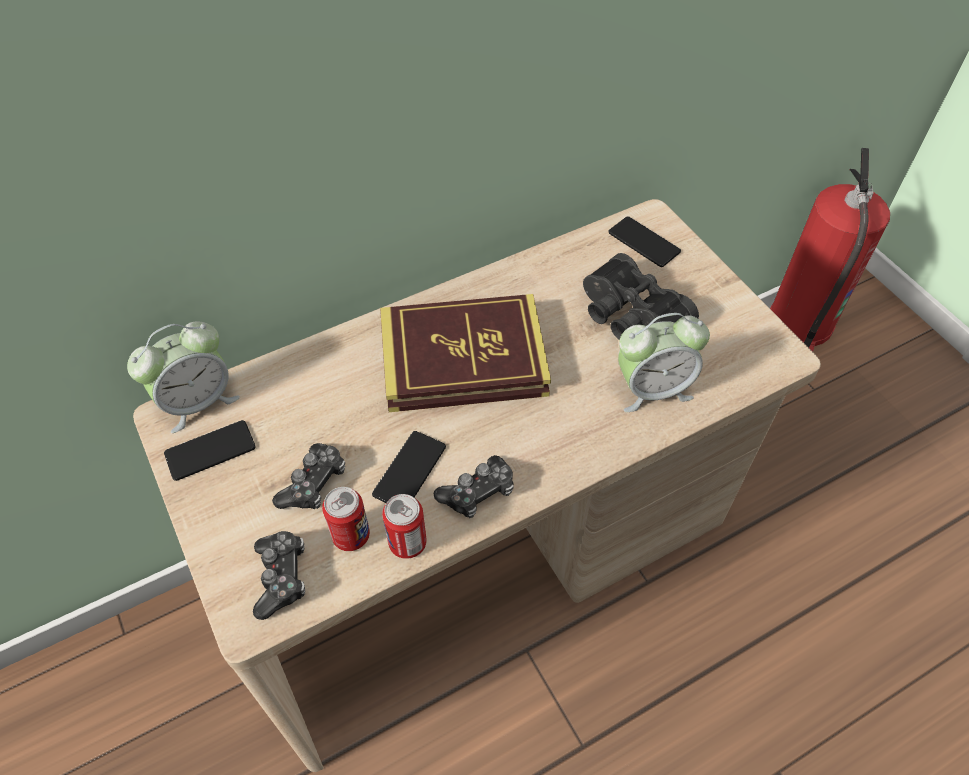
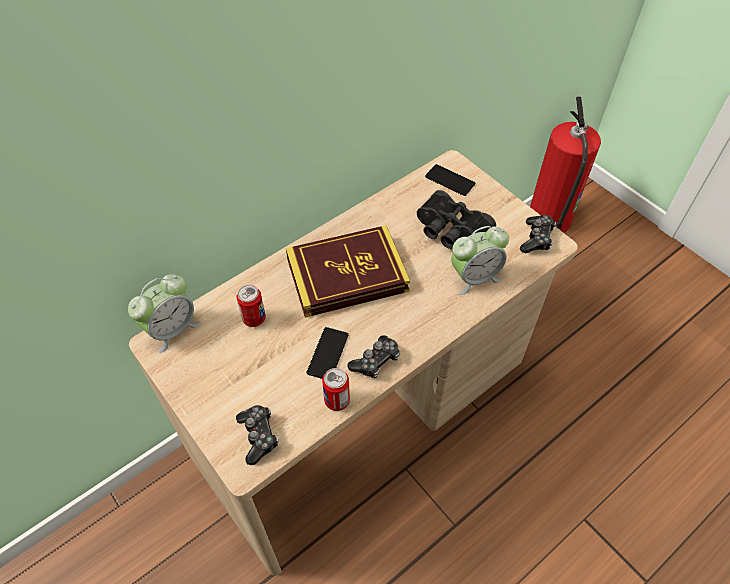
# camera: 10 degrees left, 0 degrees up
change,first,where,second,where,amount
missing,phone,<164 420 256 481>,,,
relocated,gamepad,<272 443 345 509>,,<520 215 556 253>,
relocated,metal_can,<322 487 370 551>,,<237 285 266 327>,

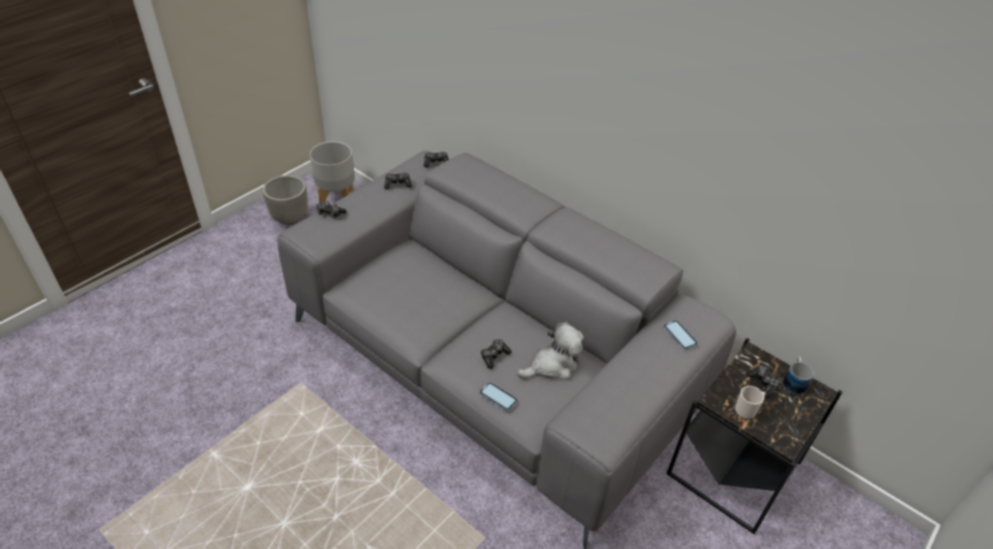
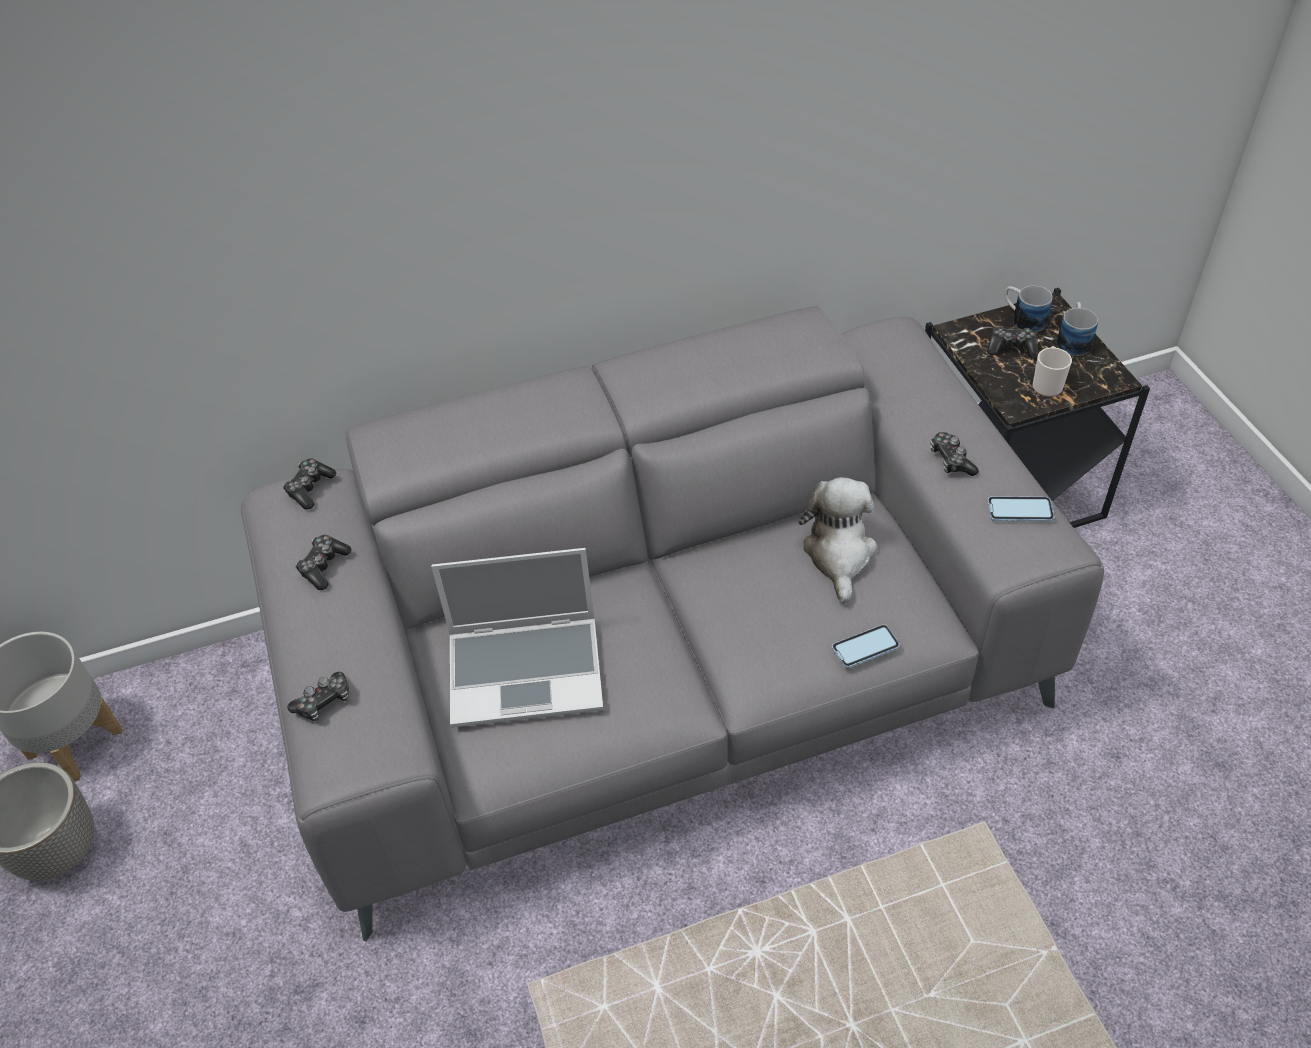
# camera: 55 degrees left, 5 degrees up
change,first,where,second,where,amount
relocated,phone,<663 320 698 350>,,<987 496 1054 522>,
relocated,gamepad,<481 340 512 369>,,<930 432 979 476>,
appeared,,,mug,<1057 302 1098 356>,
appeared,,,laptop,<431 548 603 728>,

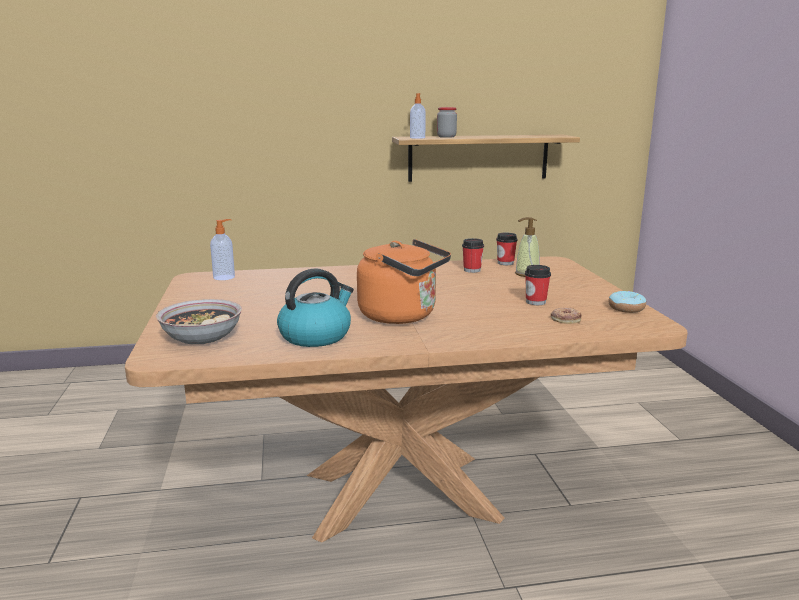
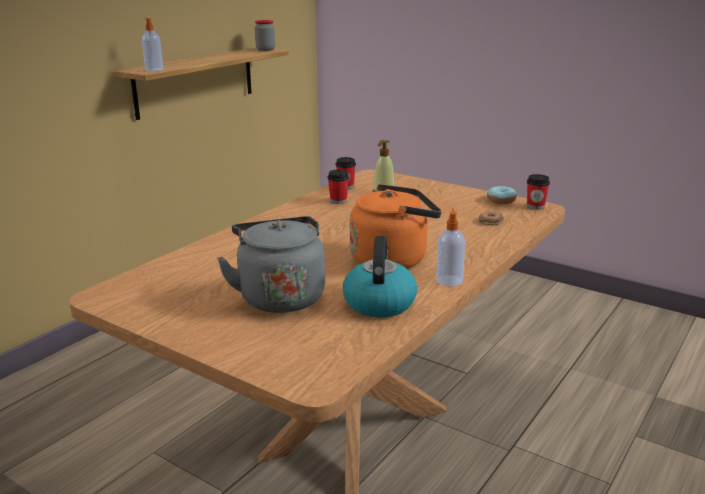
# camera: 45 degrees left, 5 degrees up
change,first,where,second,where,amount
relocated,preserve_jar,<437 107 457 138>,,<255 20 275 51>,
relocated,liquid_soap_bottle,<210 219 235 280>,,<436 208 465 286>,
relocated,cup,<525 265 551 305>,,<527 174 550 210>,
missing,bowl,<156 299 242 344>,,,
appeared,,,greyish_kettle,<217 216 325 313>,

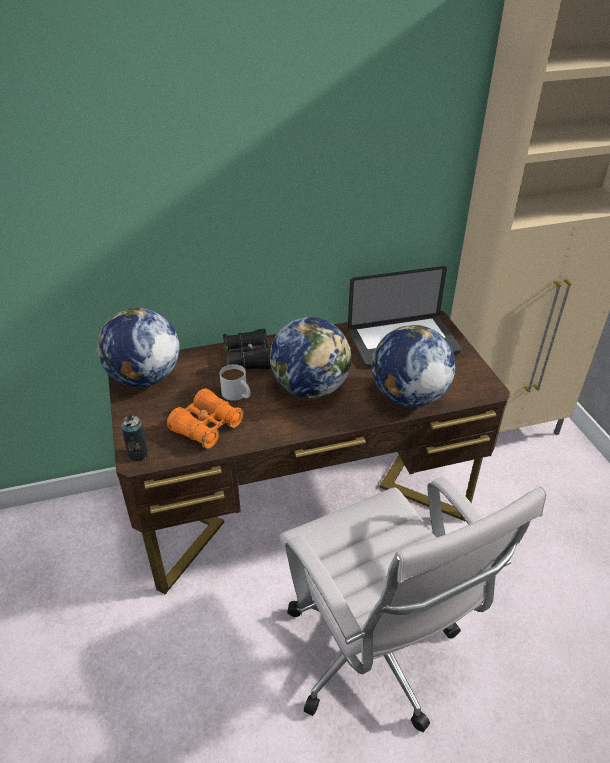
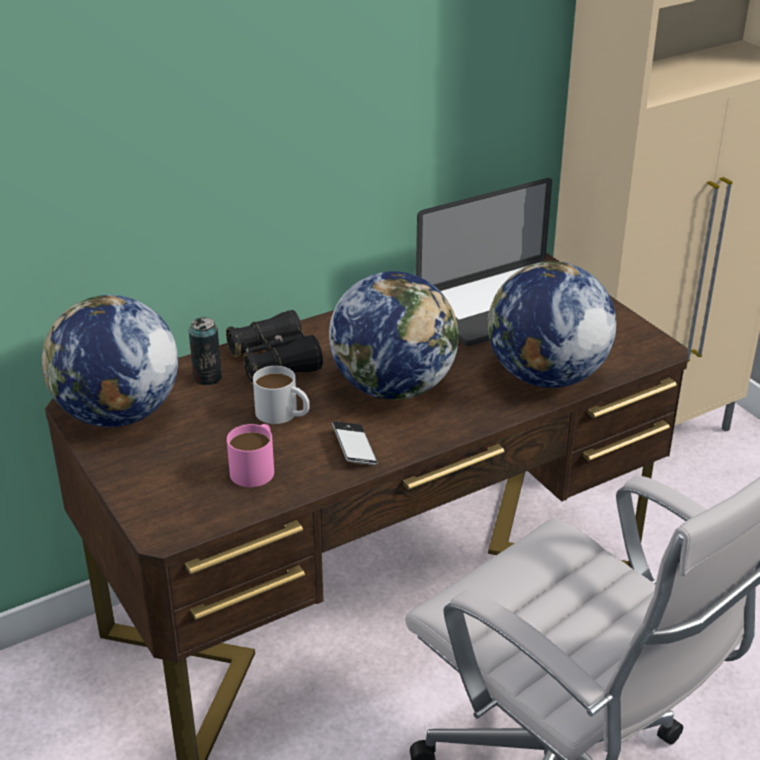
# camera: 15 degrees left, 5 degrees down
change,first,where,second,where,amount
exchanged,orangey_pair_of_binoculars,<167 388 244 449>,pinkish_mug,<227 424 274 487>,
relocated,metal_can,<121 415 149 461>,,<189 317 222 385>,
appeared,,,phone,<332 421 378 465>,

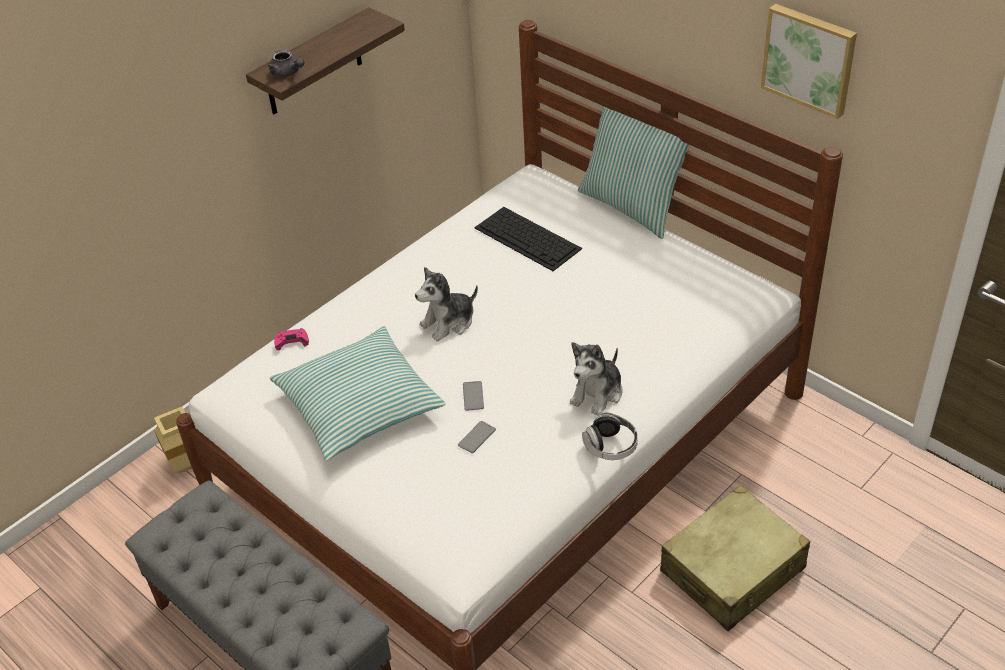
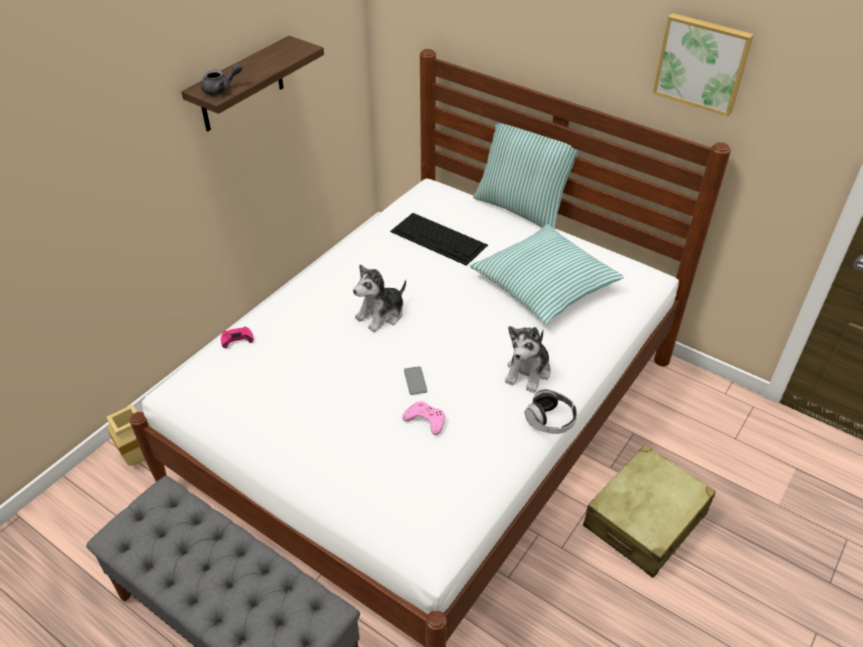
# camera: 10 degrees left, 0 degrees up
change,first,where,second,where,amount
spun,greyish_pot_for_tea,<268 50 304 77>,,<201 63 242 95>,60 degrees counterclockwise
relocated,pillow,<270 326 445 461>,,<470 224 624 324>,
exchanged,phone,<458 421 496 453>,pinkish_gamepad,<402 401 445 435>,

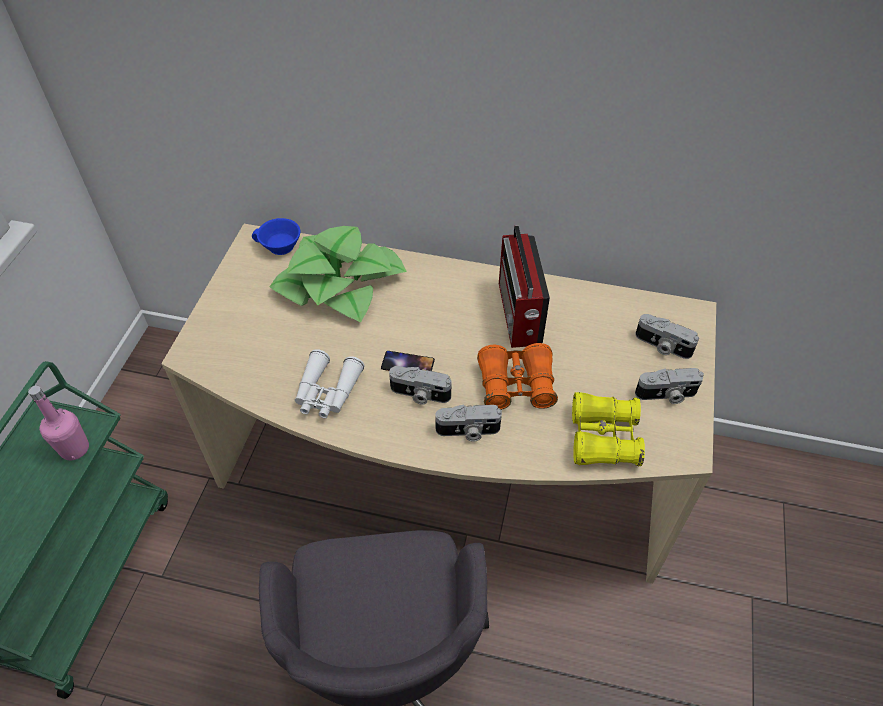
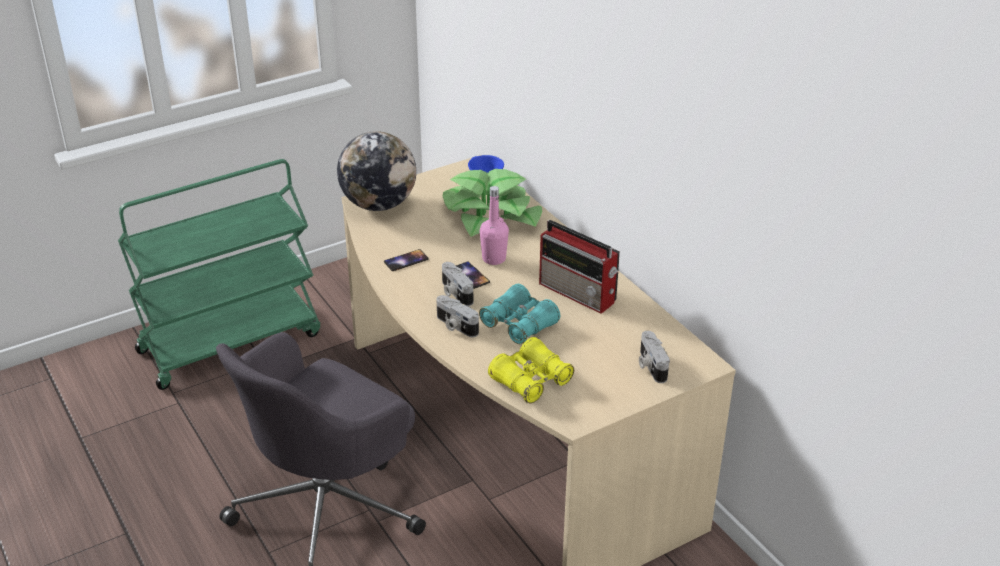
# camera: 45 degrees right, 15 degrees down
change,first,where,second,where,amount
spun,radio,<499 225 550 348>,,<539 220 620 314>,90 degrees counterclockwise
colour,orangey_pair_of_binoculars,<477 343 558 410>,turquoise_pair_of_binoculars,<479 284 560 344>,
exchanged,white_pair_of_binoculars,<295 349 364 418>,phone,<384 249 429 271>,
missing,photo_camera,<635 368 704 404>,,,
relocated,pinkish_bottle,<28 385 89 460>,,<480 186 509 265>,
appeared,,,desk_globe,<337 131 416 211>,

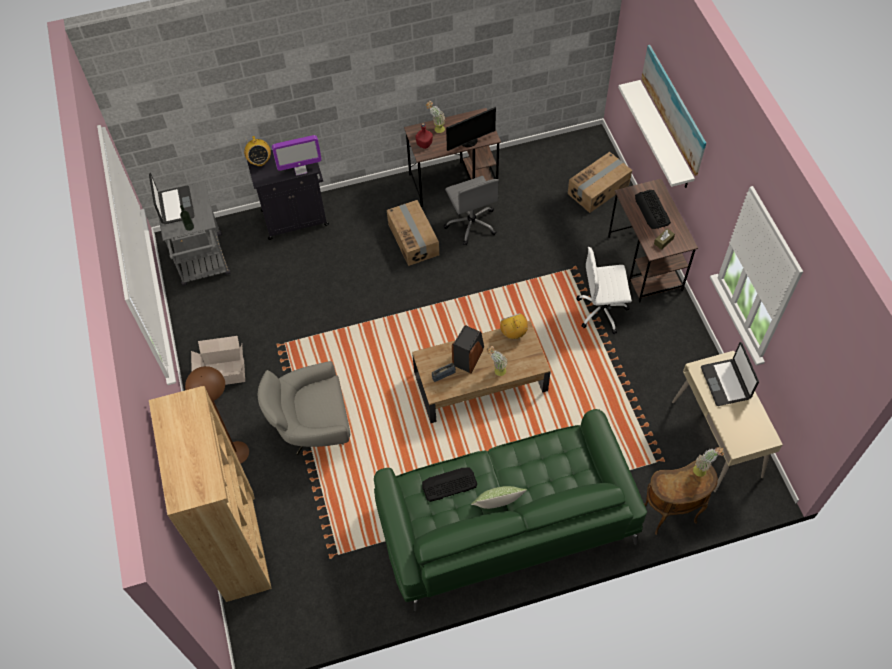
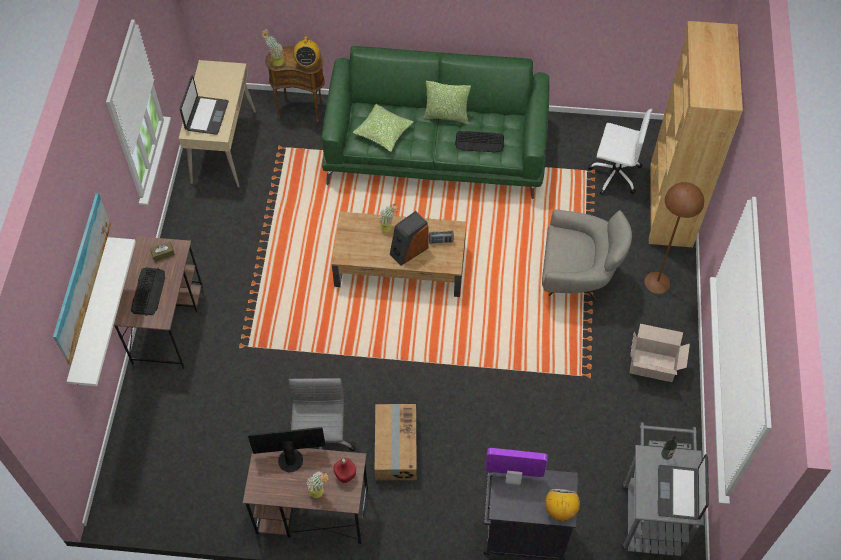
# camera: 160 degrees left, 0 degrees up
change,first,where,second,where,amount
missing,carton,<568 152 632 213>,,,
relocated,white_computer_chair,<576 247 632 334>,,<588 109 653 195>,
relocated,radio,<500 313 528 339>,,<293 36 320 68>,
appeared,,,pillow,<352 104 414 152>,

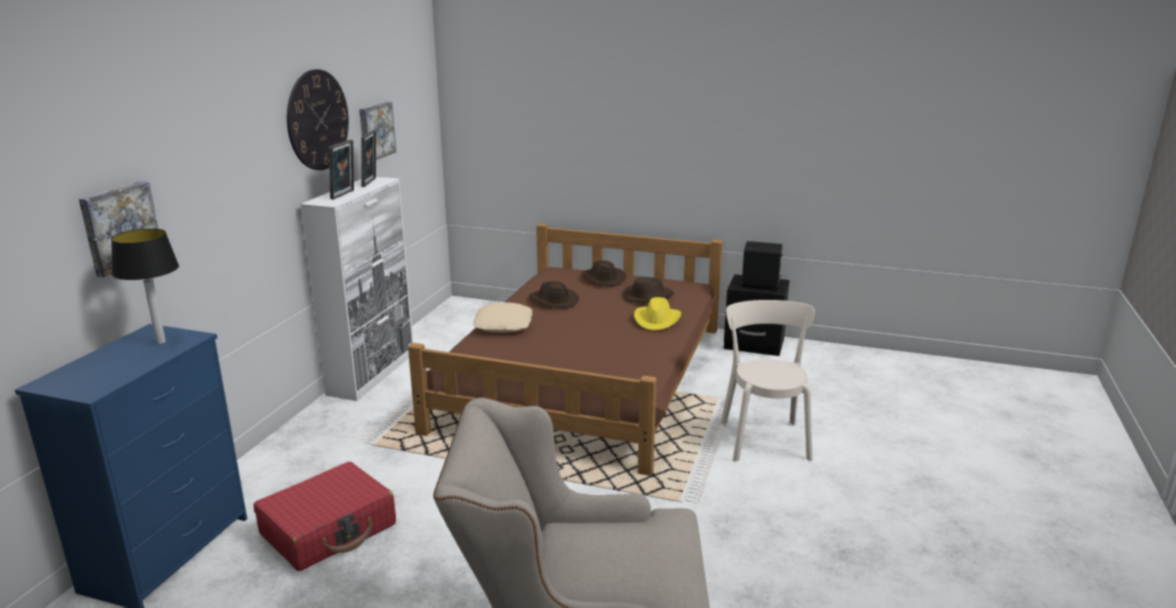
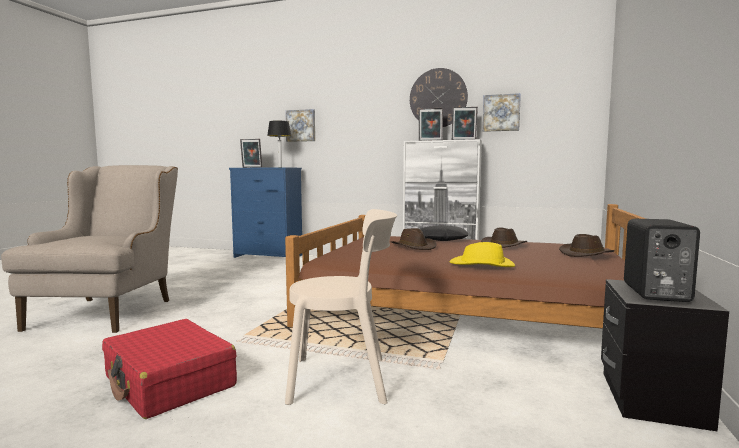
# camera: 90 degrees right, 15 degrees down
change,first,where,second,where,amount
relocated,brown-coloured_hat,<622 277 674 302>,,<391 228 437 250>,
colour,sand-coloured_pillow,<473 303 532 333>,blackish_pillow,<420 225 468 241>,
relocated,red-coloured_travel_case,<254 462 396 571>,,<102 319 237 419>,
appeared,,,photo_frame,<240 139 262 168>,

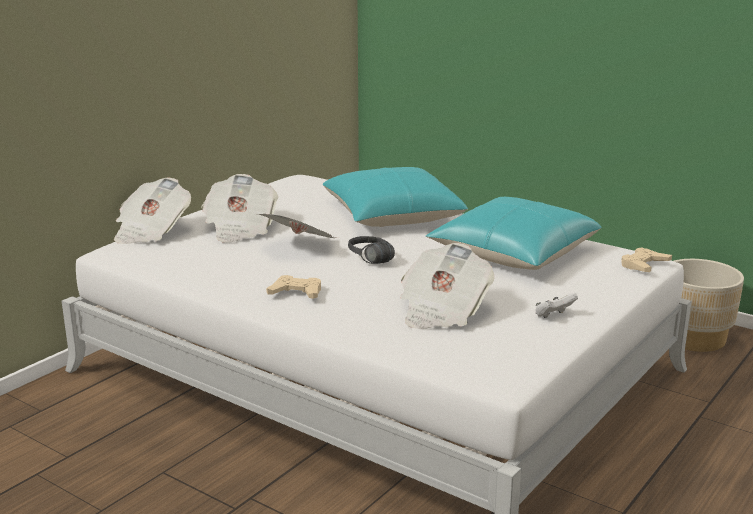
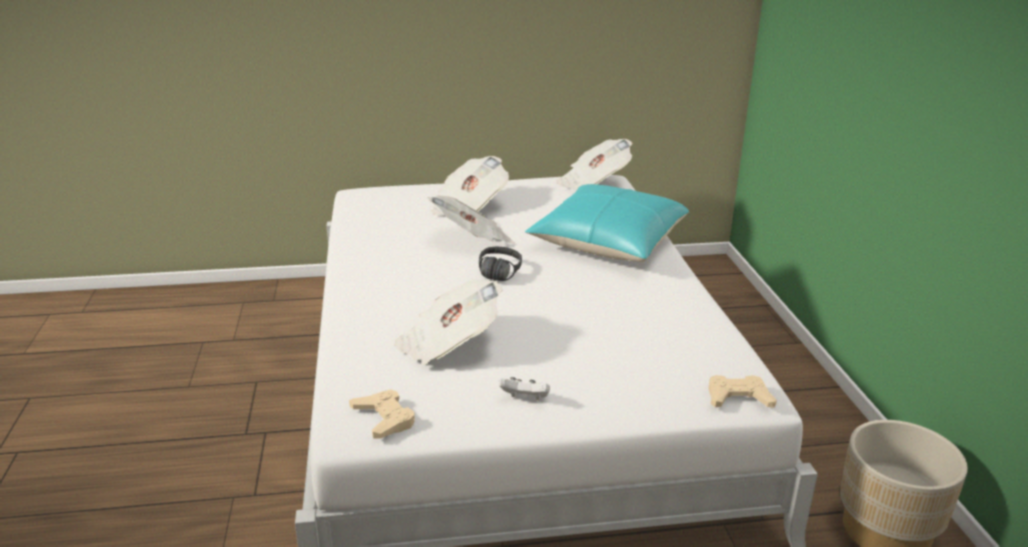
# camera: 45 degrees right, 5 degrees up
change,first,where,second,where,amount
relocated,daily_paper,<114 177 191 244>,,<557 139 633 190>,
missing,turquoise_pillow,<426 197 602 270>,,,
relocated,sand-coloured_gamepad,<266 275 321 299>,,<349 389 415 438>,

